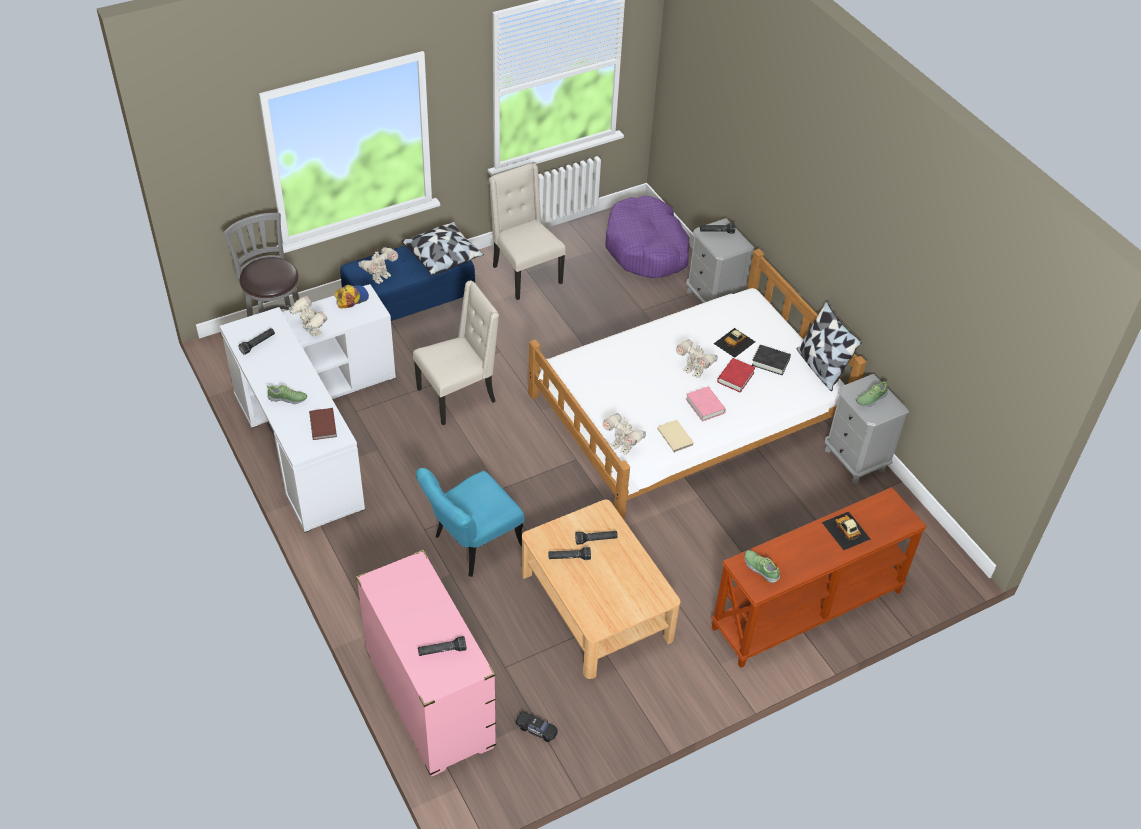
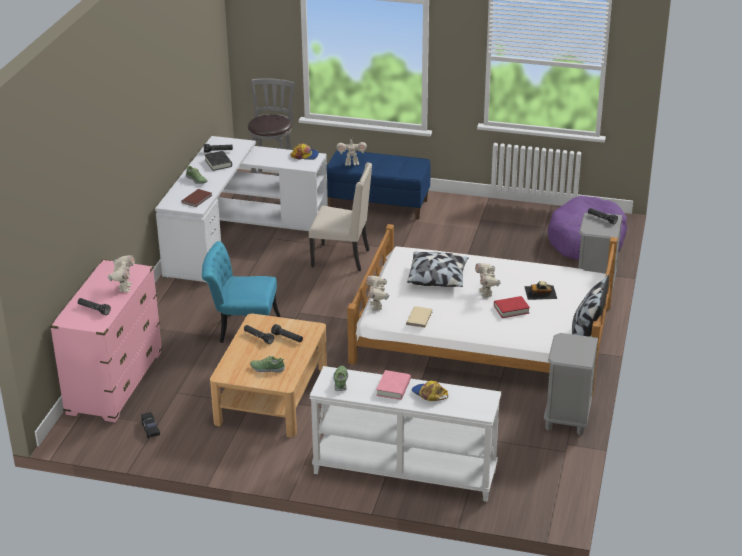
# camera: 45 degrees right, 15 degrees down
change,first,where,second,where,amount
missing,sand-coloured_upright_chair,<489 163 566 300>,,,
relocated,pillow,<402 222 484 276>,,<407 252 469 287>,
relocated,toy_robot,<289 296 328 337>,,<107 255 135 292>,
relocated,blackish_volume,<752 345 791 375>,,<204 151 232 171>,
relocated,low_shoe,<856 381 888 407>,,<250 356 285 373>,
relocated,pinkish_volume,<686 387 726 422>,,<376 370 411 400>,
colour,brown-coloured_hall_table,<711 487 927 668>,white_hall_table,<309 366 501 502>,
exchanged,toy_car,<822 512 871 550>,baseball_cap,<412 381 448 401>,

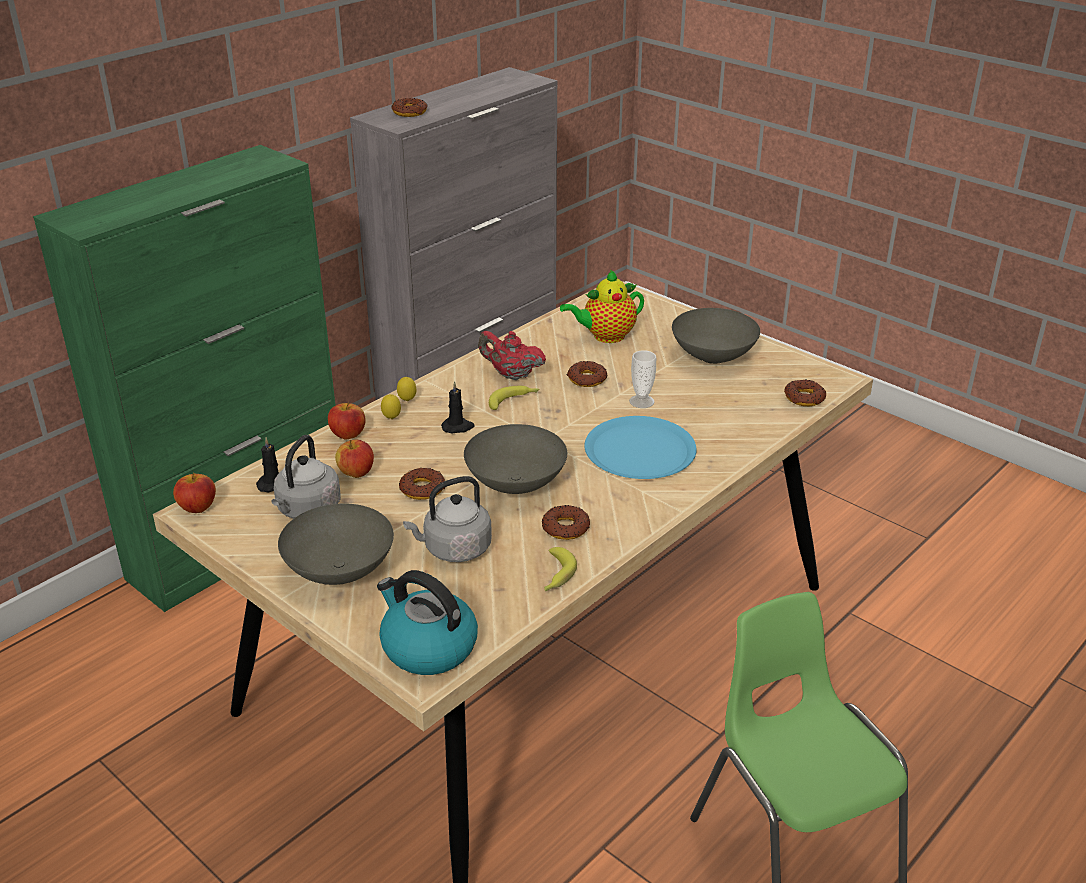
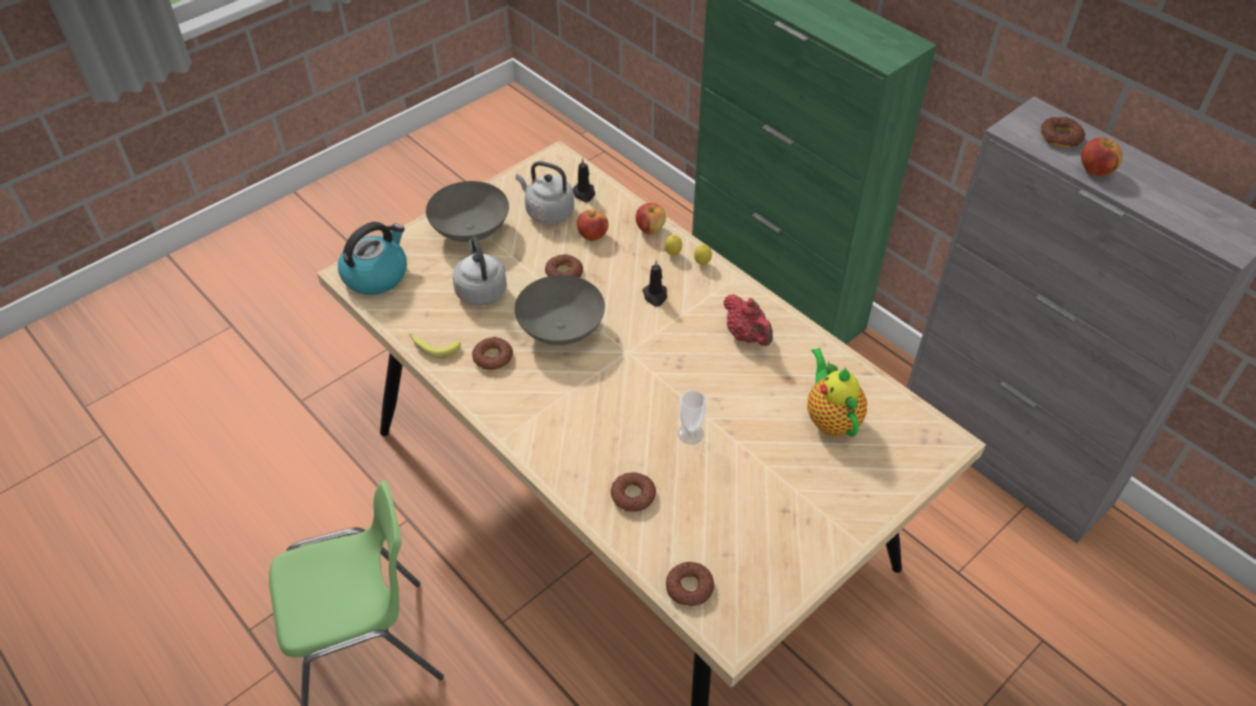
# camera: 95 degrees right, 15 degrees up
change,first,where,second,where,amount
missing,greyish_bowl,<672 308 760 364>,,,
spun,red-coloured_pot_for_tea,<478 331 546 380>,,<723 294 773 346>,120 degrees clockwise
relocated,doughnut,<567 361 607 387>,,<611 472 656 512>,
missing,banana,<489 386 539 410>,,,
missing,blue-coloured_plate,<584 416 697 479>,,,
relocated,whole_apple,<173 473 216 513>,,<1081 137 1123 176>,

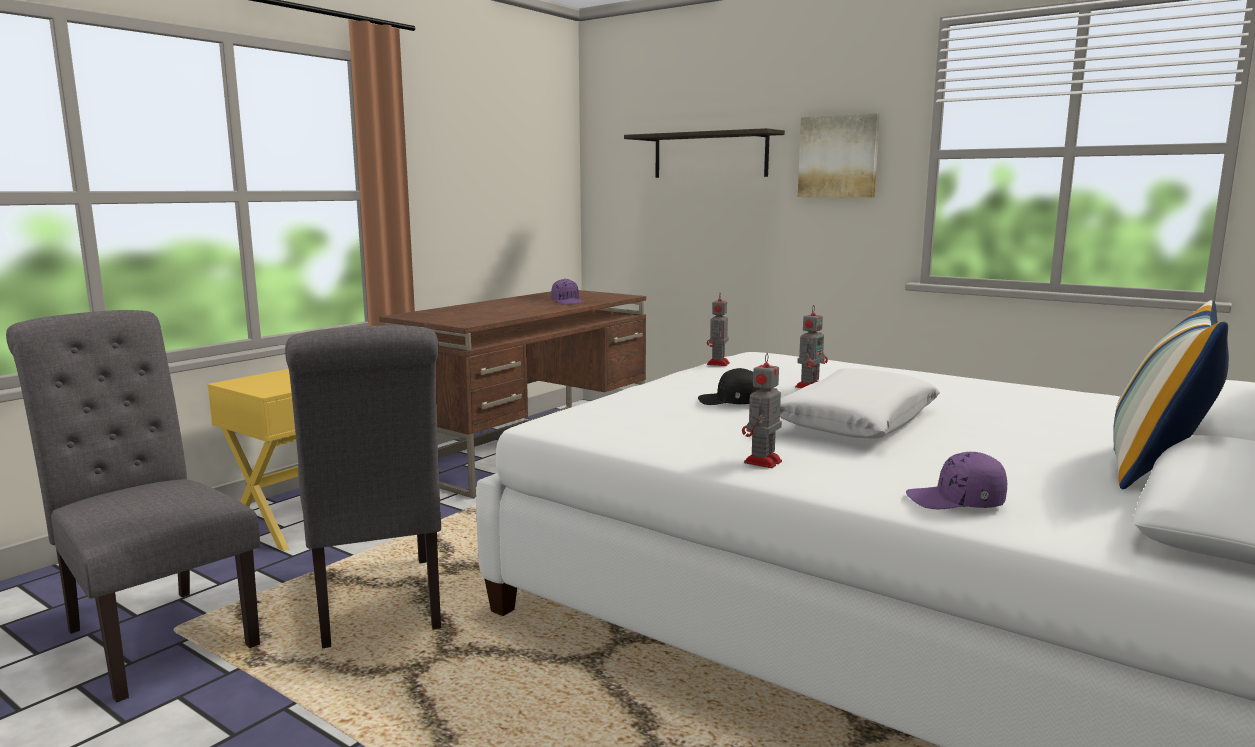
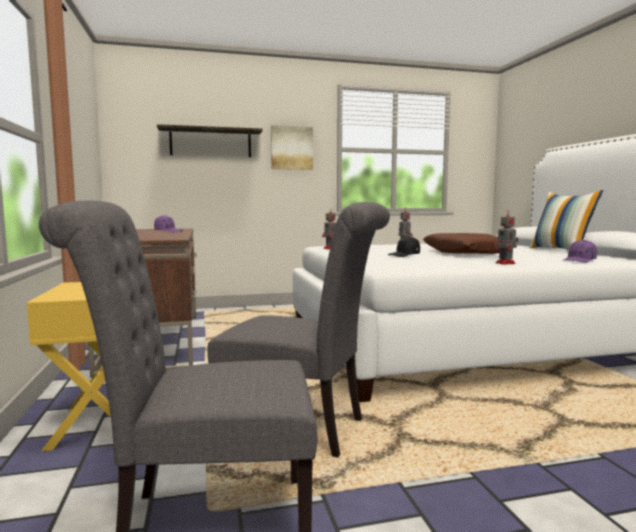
# camera: 50 degrees left, 5 degrees down
change,first,where,second,where,amount
colour,white_pillow,<780 368 940 439>,brown-coloured_pillow,<423 233 500 254>,

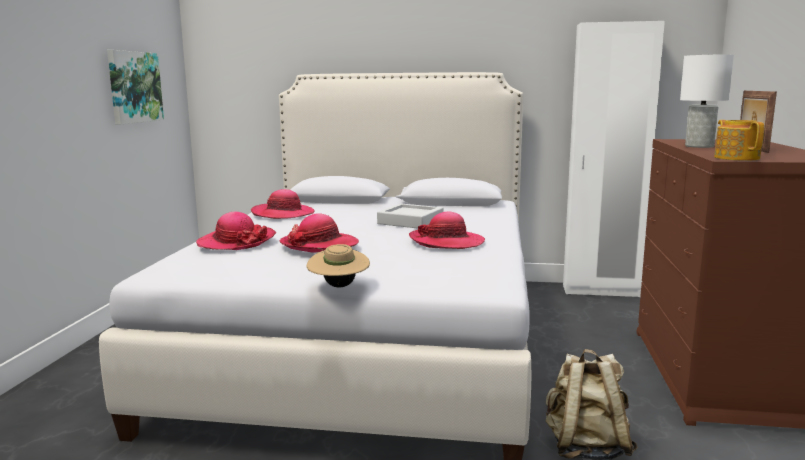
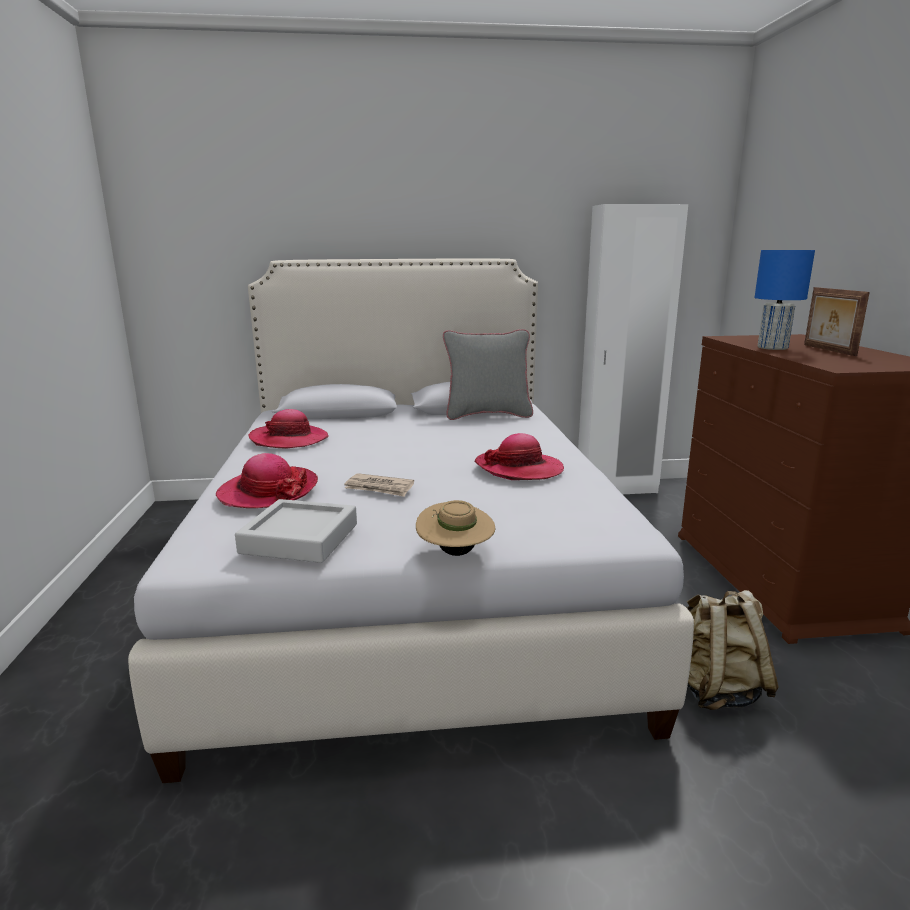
# camera: 15 degrees left, 5 degrees up
change,first,where,second,where,amount
missing,picture,<107 50 164 124>,,,
colour,white_lamp_for_a_table,<680 55 734 148>,blue-coloured_lamp_for_a_table,<754 250 815 350>,
missing,pot_for_tea,<714 120 764 161>,,,
relocated,greyish_carrying_tray,<377 204 443 229>,,<235 499 357 563>,
exchanged,hat,<279 214 359 253>,daily_paper,<344 473 414 497>,
appeared,,,greyish_pillow,<443 329 533 420>,

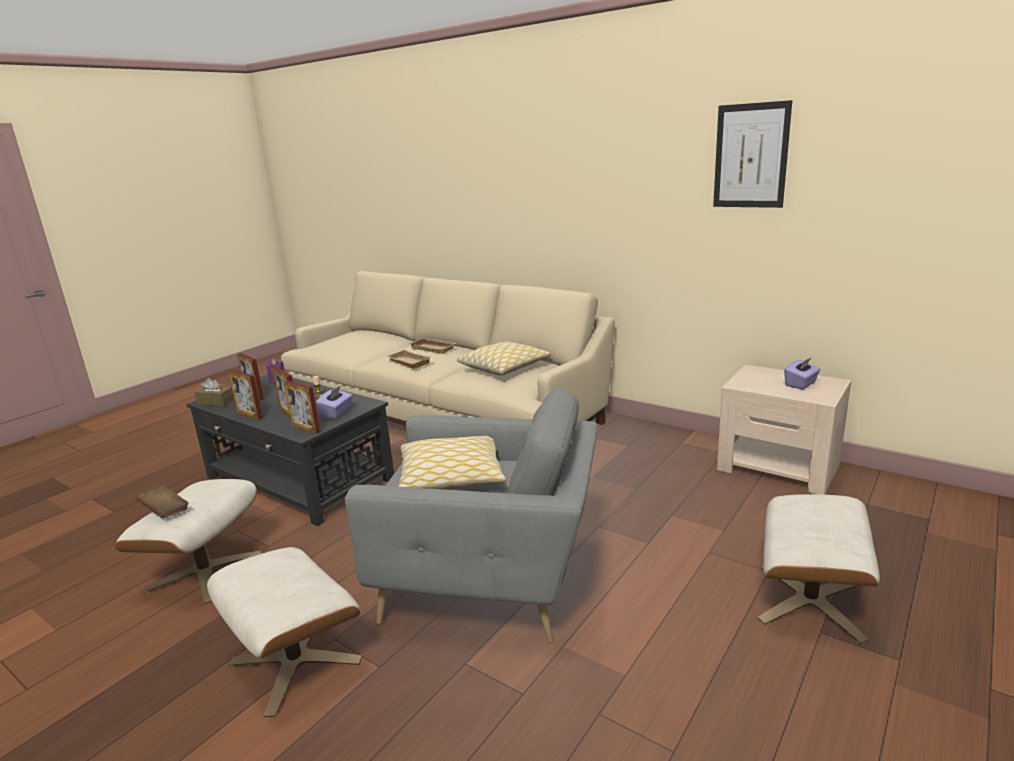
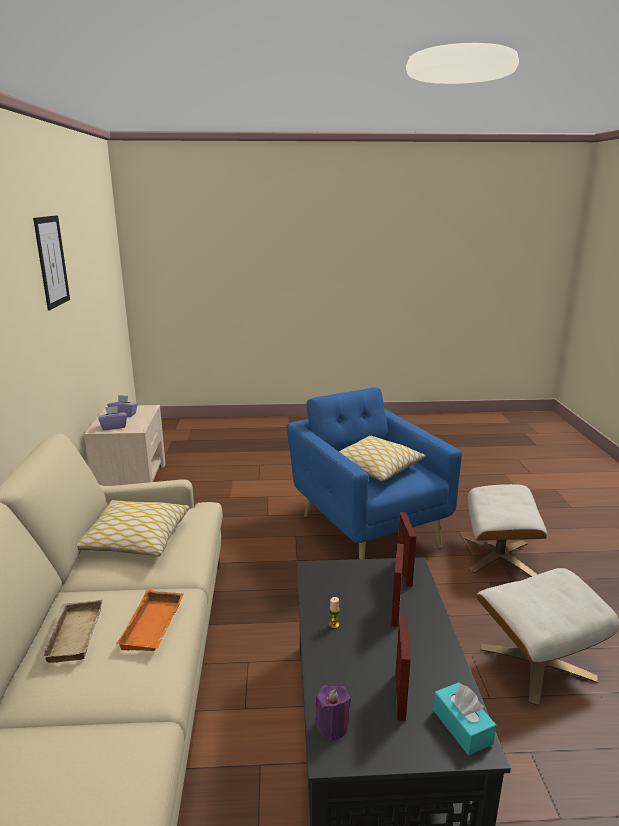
# camera: 130 degrees left, 0 degrees up
change,first,where,second,where,amount
colour,sand-coloured_carrying_tray,<386 350 430 369>,orangey_carrying_tray,<116 590 184 651>,
missing,photo_frame,<228 370 263 420>,,,
colour,brown-coloured_tissue_box,<194 378 234 406>,turquoise_tissue_box,<433 682 496 755>,
relocated,purple-coloured_tissue_box,<316 385 353 419>,,<98 406 127 430>,
colour,greyish_easy_chair,<345 388 598 643>,blue-coloured_easy_chair,<287 388 462 559>,
missing,brown-coloured_volume,<136 485 189 519>,,,
missing,sand-coloured_ottoman,<758 494 880 644>,,,

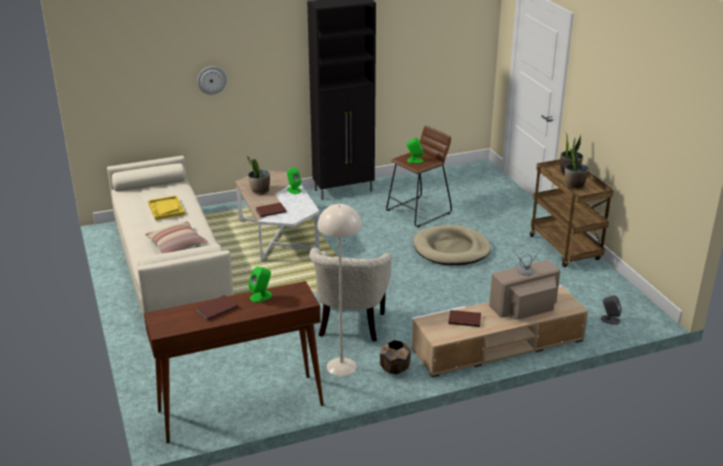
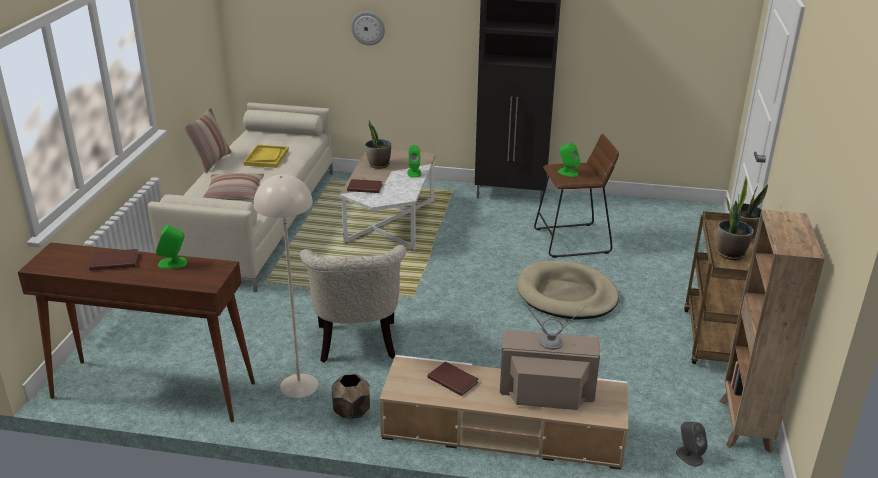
# camera: 30 degrees right, 0 degrees up
change,first,where,second,where,amount
spun,sand-coloured_easy_chair,<309 247 392 342>,,<300 245 406 363>,45 degrees counterclockwise
appeared,,,pillow,<184 108 231 173>,
appeared,,,brown-coloured_bookshelf,<719 210 825 453>,

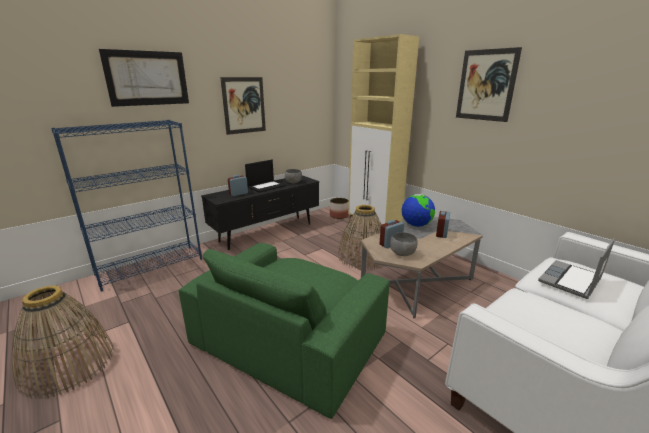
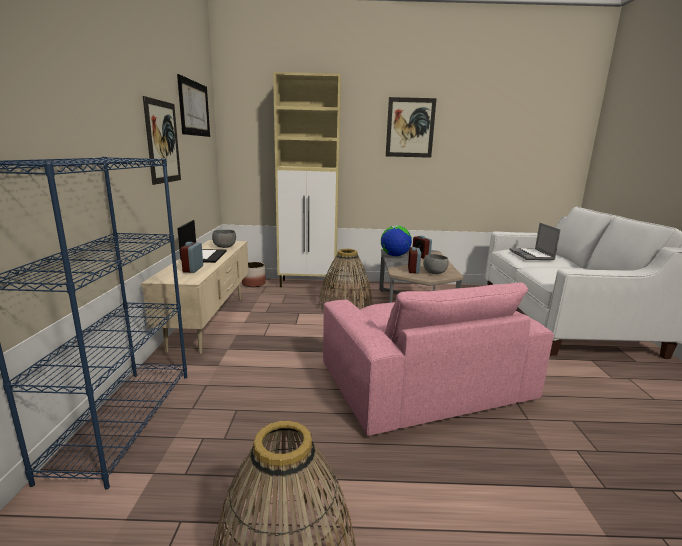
# camera: 50 degrees left, 5 degrees down
change,first,where,second,where,amount
relocated,picture,<99 49 189 107>,,<177 74 210 137>,
colour,blackish_tv_unit,<201 175 319 250>,sand-coloured_tv_unit,<141 240 248 354>,
colour,green-coloured_easy_chair,<179 243 390 419>,pinkish_easy_chair,<323 283 554 435>,

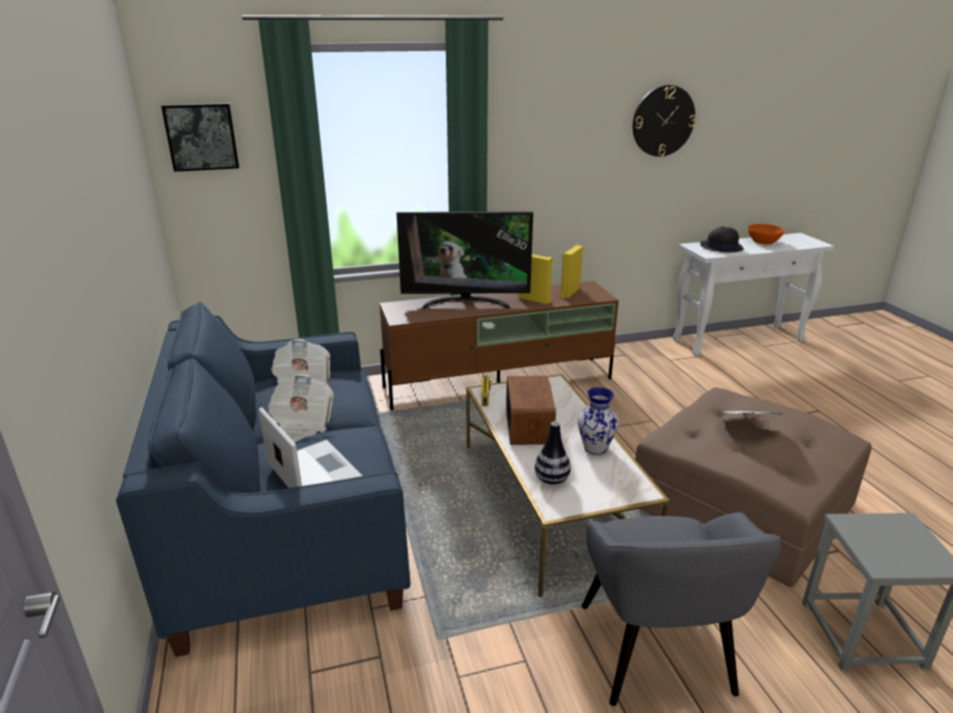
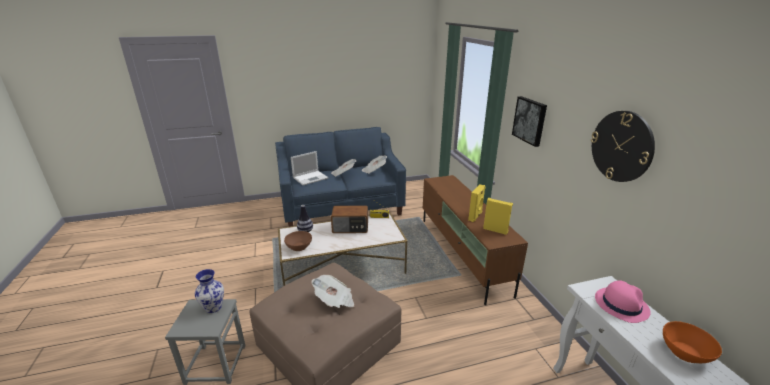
# camera: 90 degrees right, 0 degrees up
change,first,where,second,where,amount
relocated,picture,<161 103 239 172>,,<512 96 547 147>,
missing,TV,<397 211 533 309>,,,
colour,blackish_hat,<700 226 744 252>,pinkish_hat,<595 281 651 323>,
relocated,flower_vase,<578 387 619 455>,,<195 269 224 313>,
missing,greyish_easy_chair,<582 512 781 706>,,,
appeared,,,brown-coloured_bowl,<284 231 312 251>,

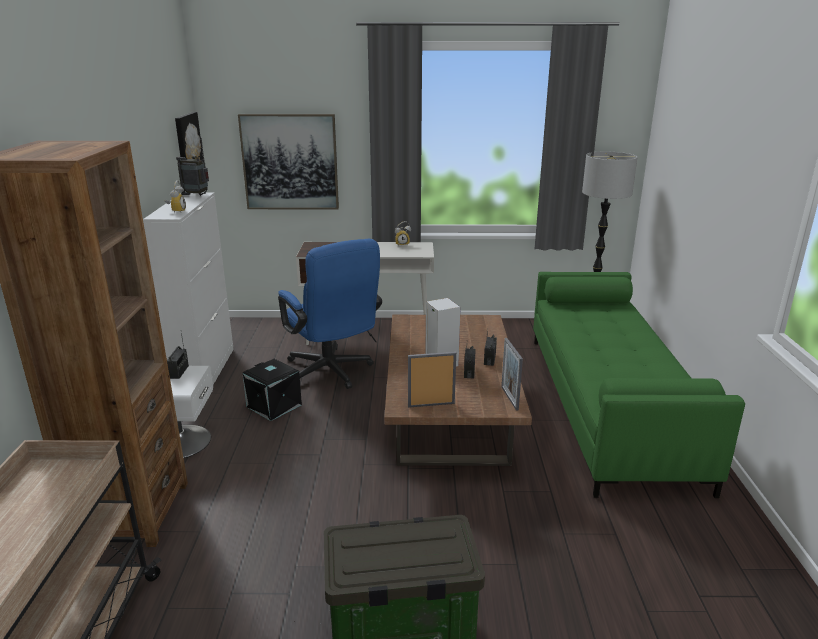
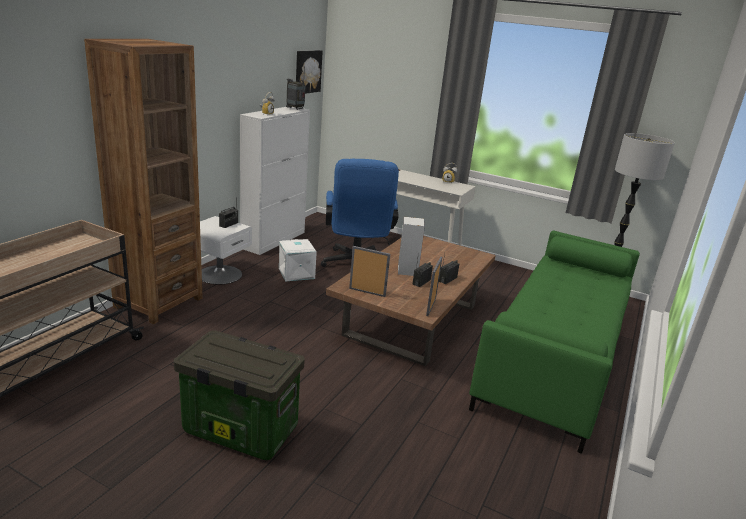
# camera: 25 degrees right, 0 degrees up
change,first,where,second,where,amount
missing,picture,<238 114 339 210>,,,
colour,blackish_storage_container,<242 359 302 421>,white_storage_container,<279 239 317 281>,

